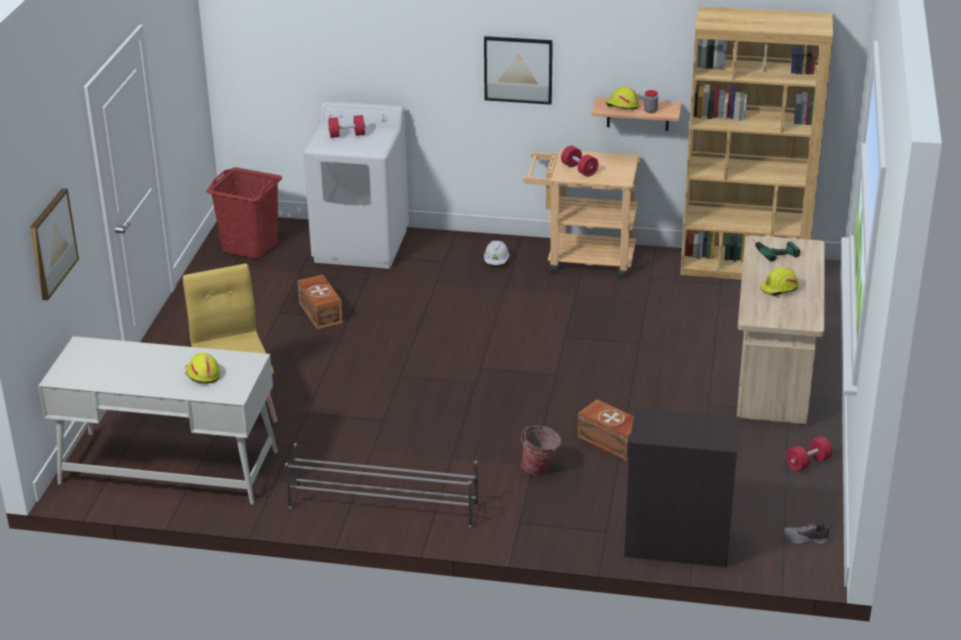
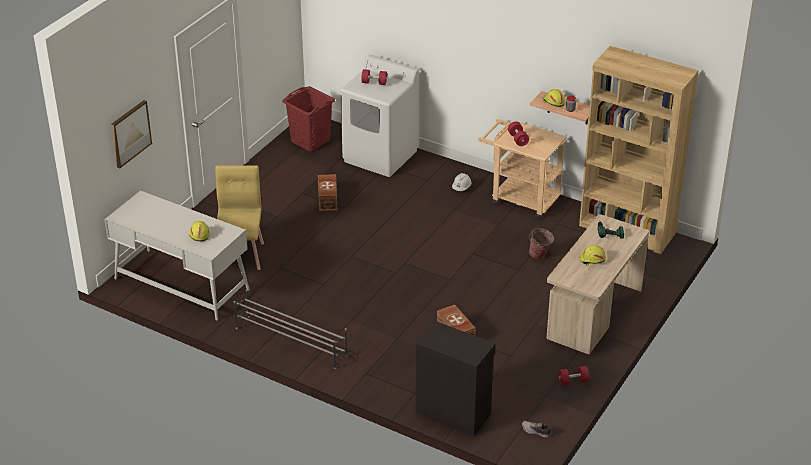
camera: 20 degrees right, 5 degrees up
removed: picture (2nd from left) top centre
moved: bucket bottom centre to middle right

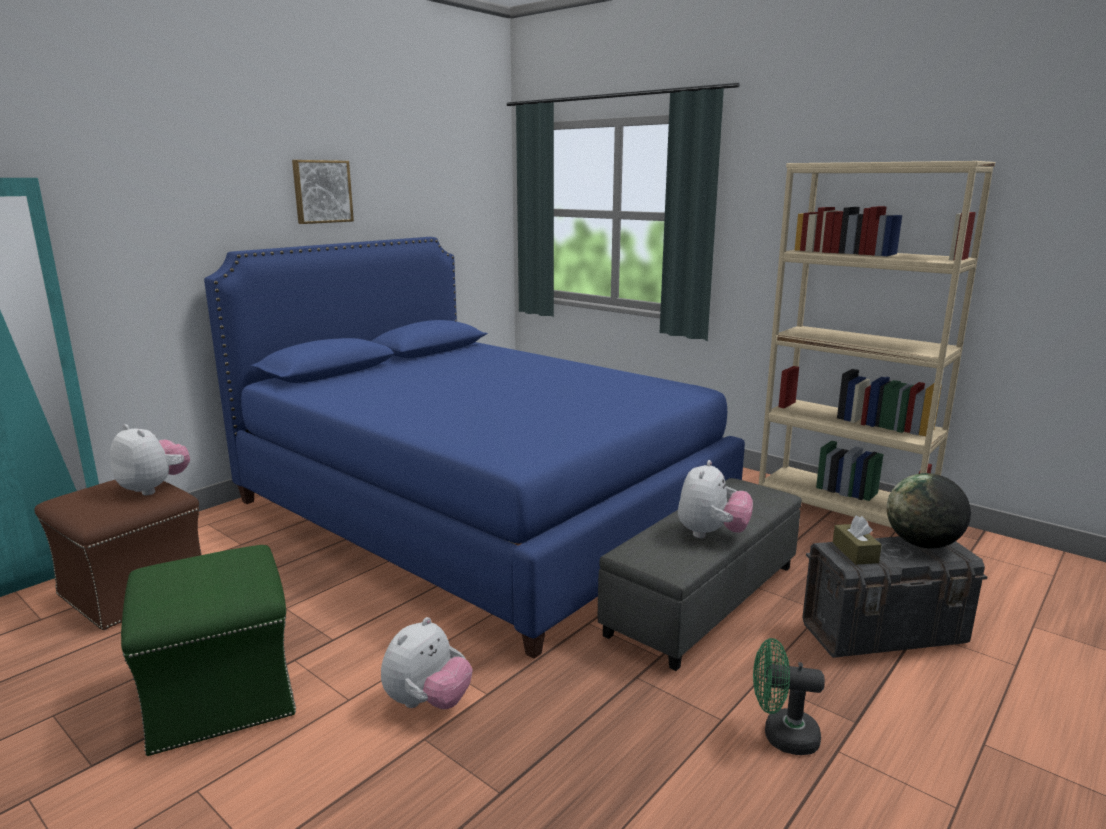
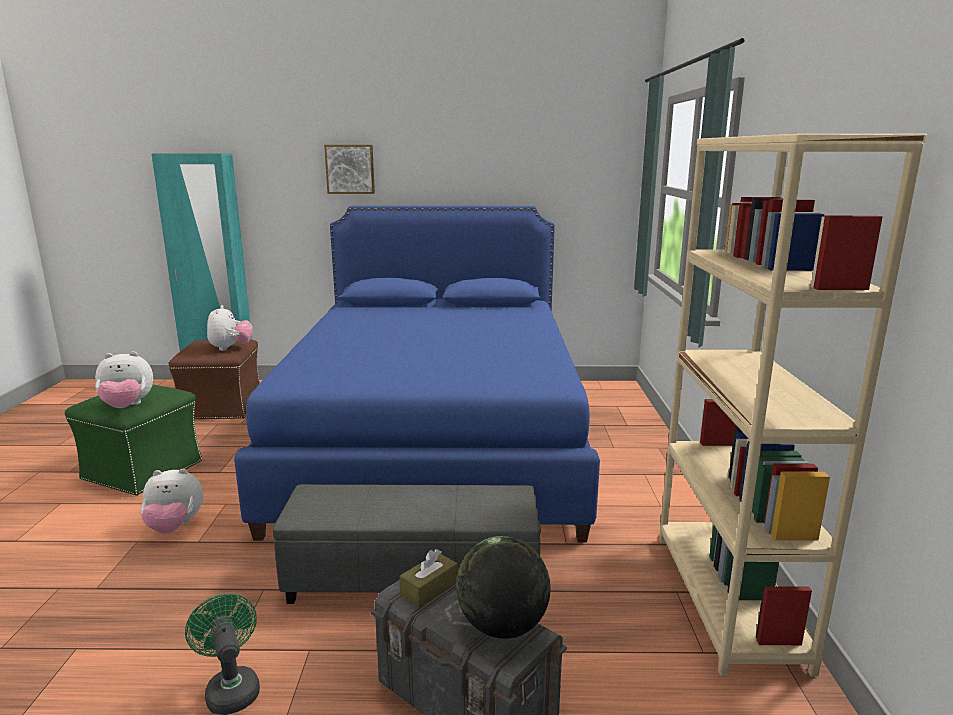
camera: 50 degrees right, 0 degrees up
moved: picture top left to top centre; plush toy (3rd from left in the first image) centre to plush toy (1st from left) middle left

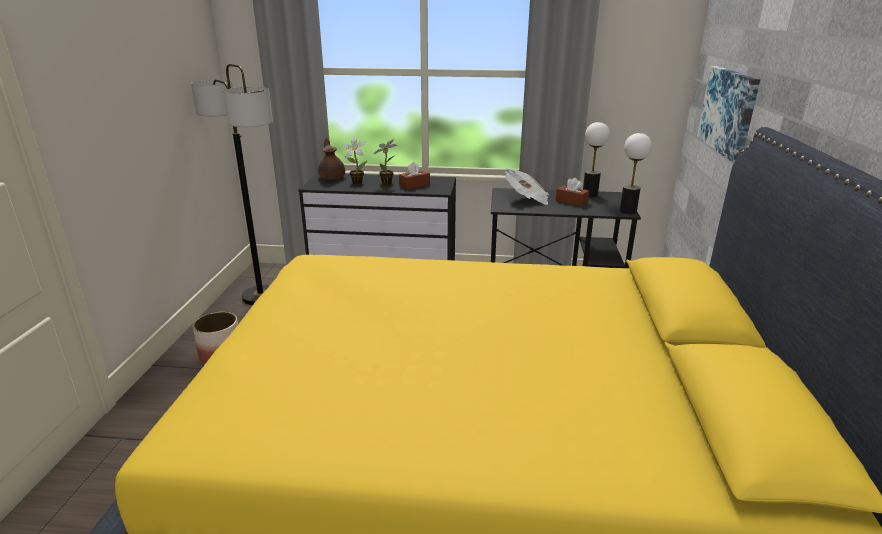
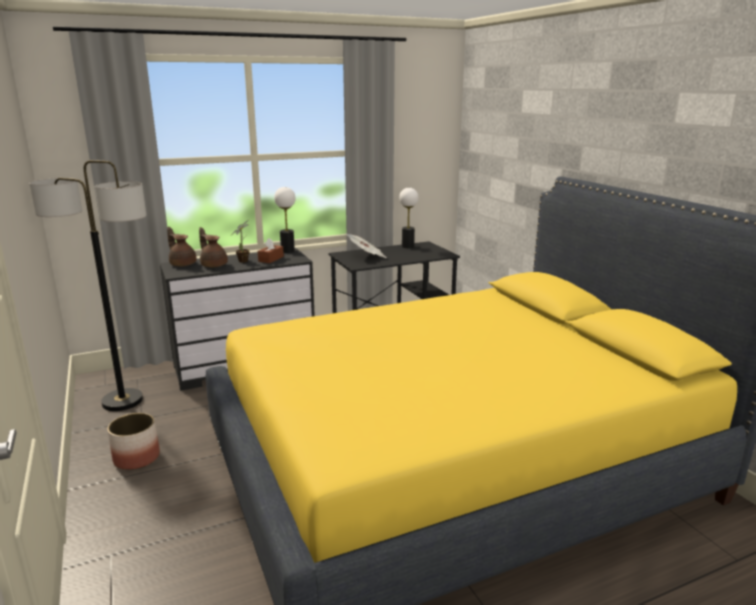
camera: 30 degrees left, 5 degrees down
removed: picture top right; tissue box (brown) (2nd from left) centre
moved: table lamp (2nd from left in the first image) top right to table lamp (1st from left) centre
replaced: potted plant (1st from left) top centre to teapot (brown) (2nd from left) middle left

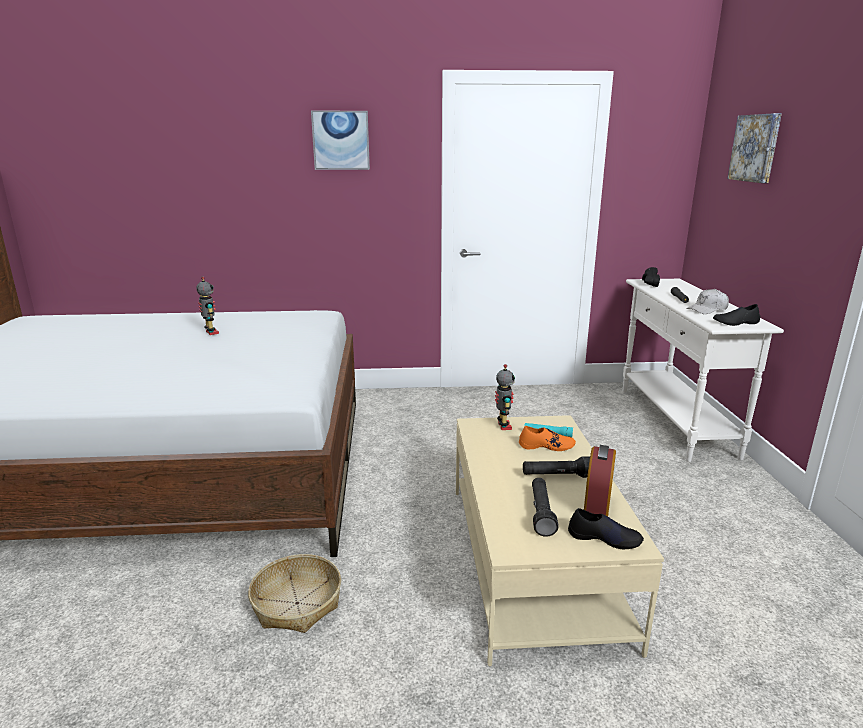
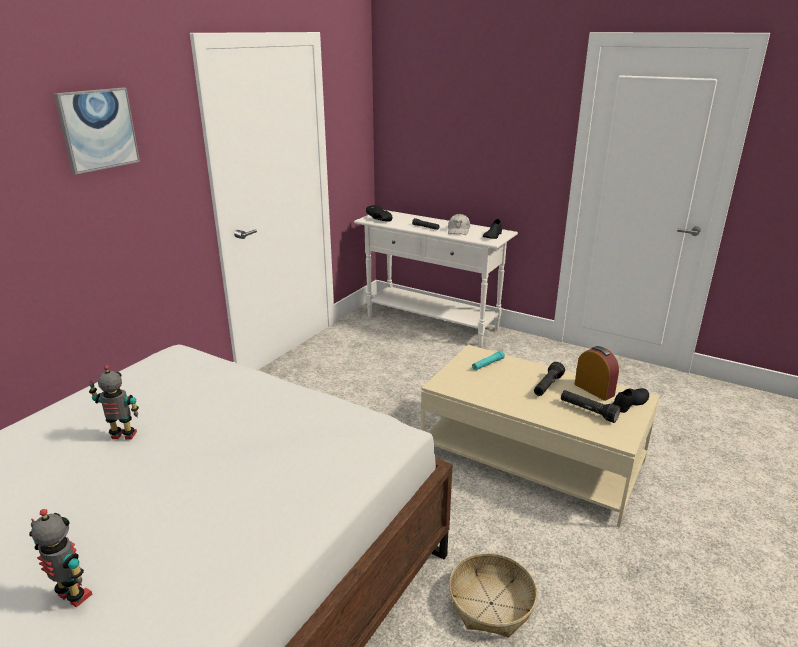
camera: 55 degrees left, 5 degrees up
removed: picture (2nd from left) top right; shoe (orange) centre
moved: toy robot (2nd from left in the first image) centre to toy robot (1st from left) bottom left

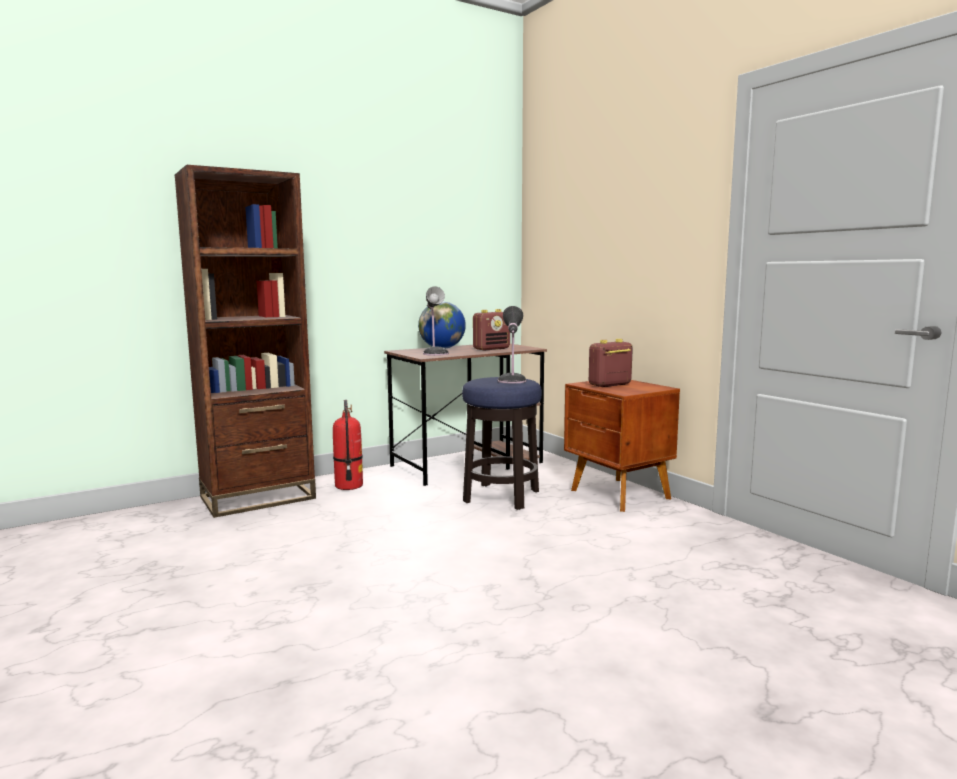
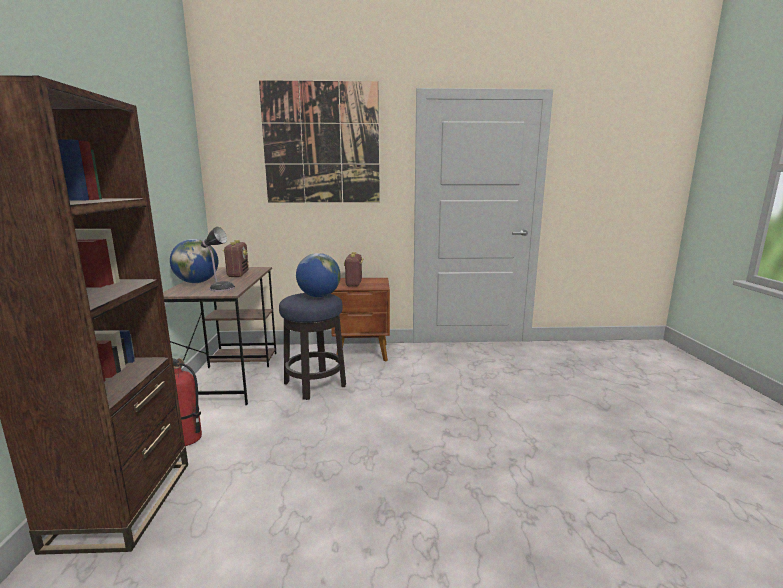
camera: 60 degrees left, 5 degrees up
added: picture top centre
replaced: table lamp (2nd from left) centre to globe (2nd from left) centre

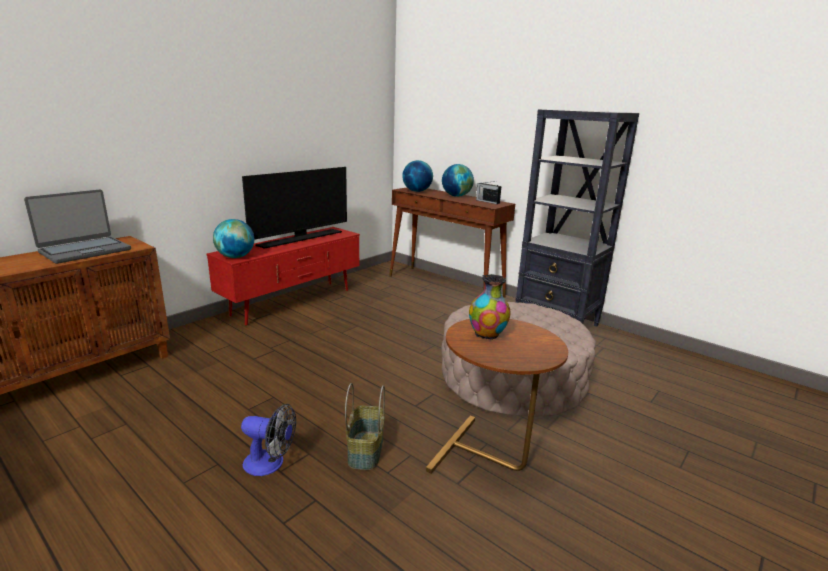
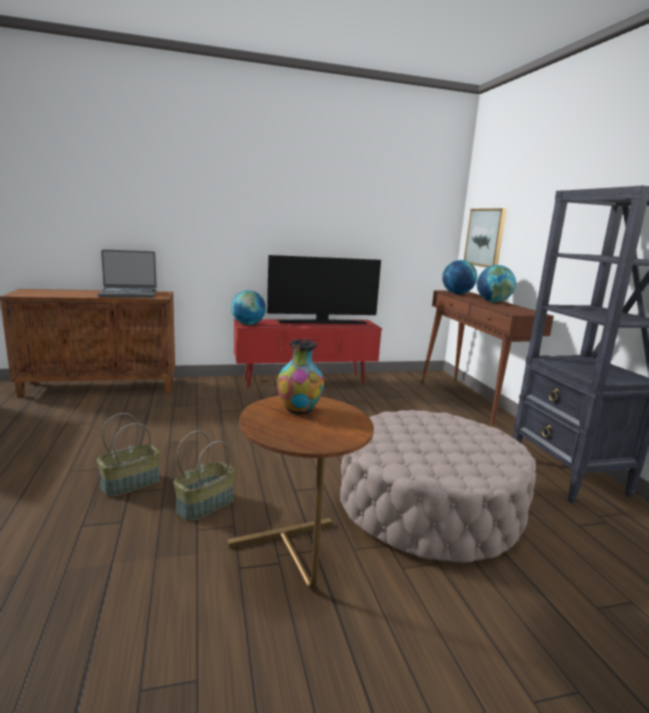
camera: 35 degrees right, 5 degrees down
removed: radio centre
added: picture middle right
replaced: fan bottom left to basket (1st from left) middle left

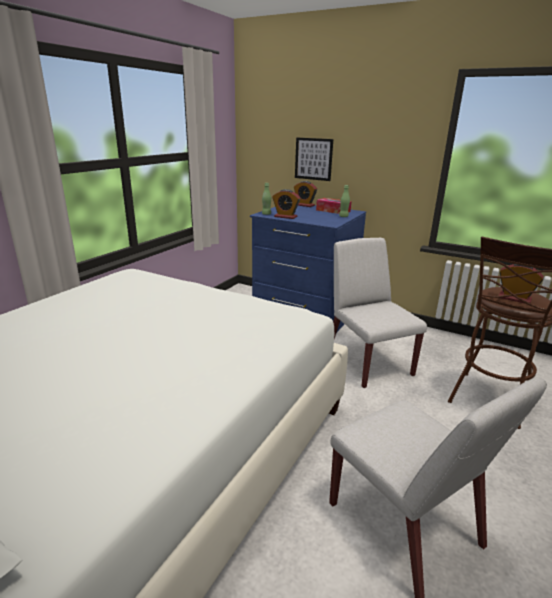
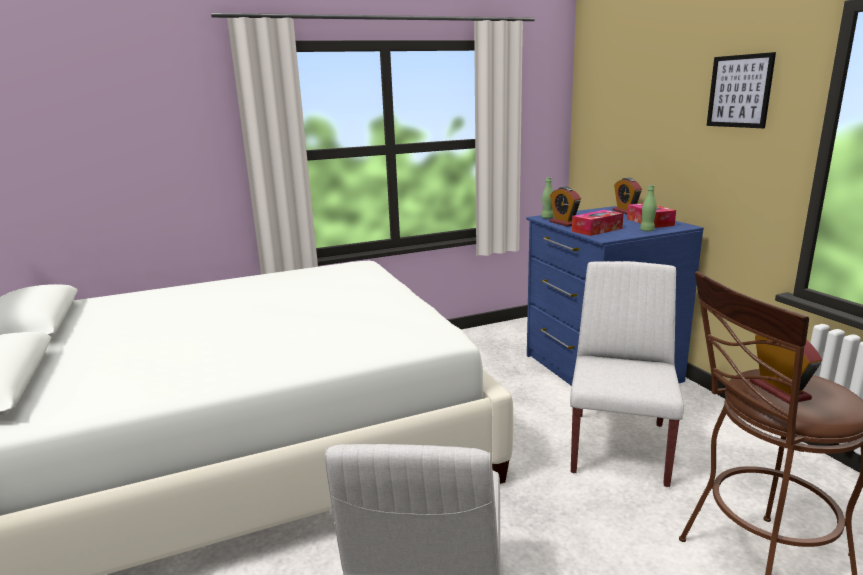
camera: 40 degrees right, 5 degrees down
added: tissue box (1st from left) middle right
moved: picture top centre to top right

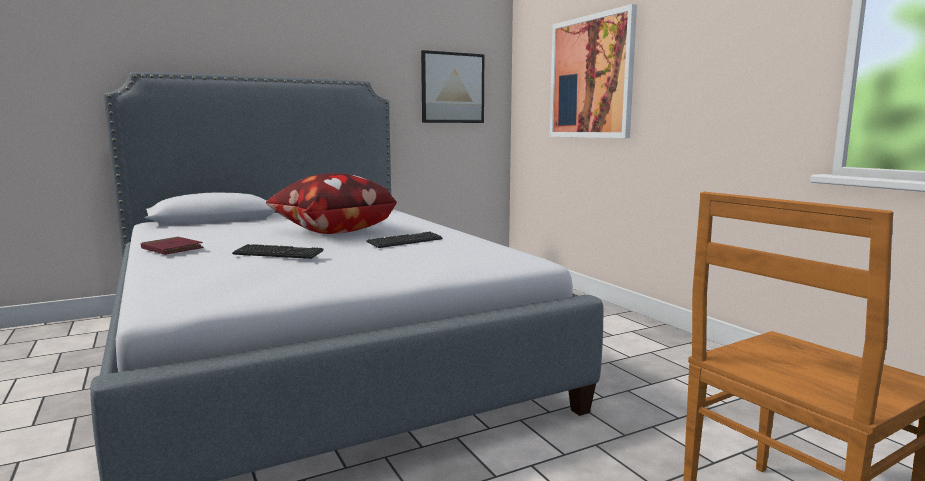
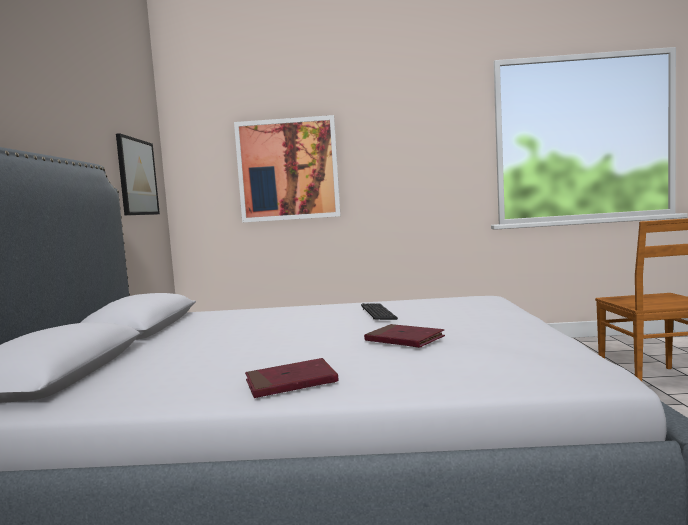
camera: 60 degrees left, 5 degrees down
removed: pillow centre
replaced: keyboard (1st from left) middle left to book (red) (2nd from left) centre

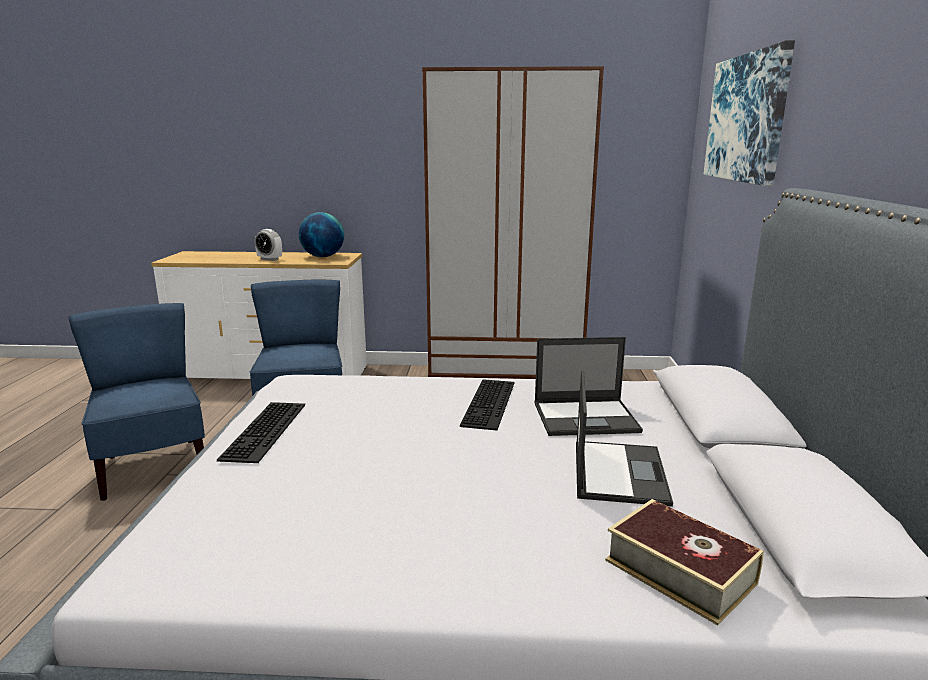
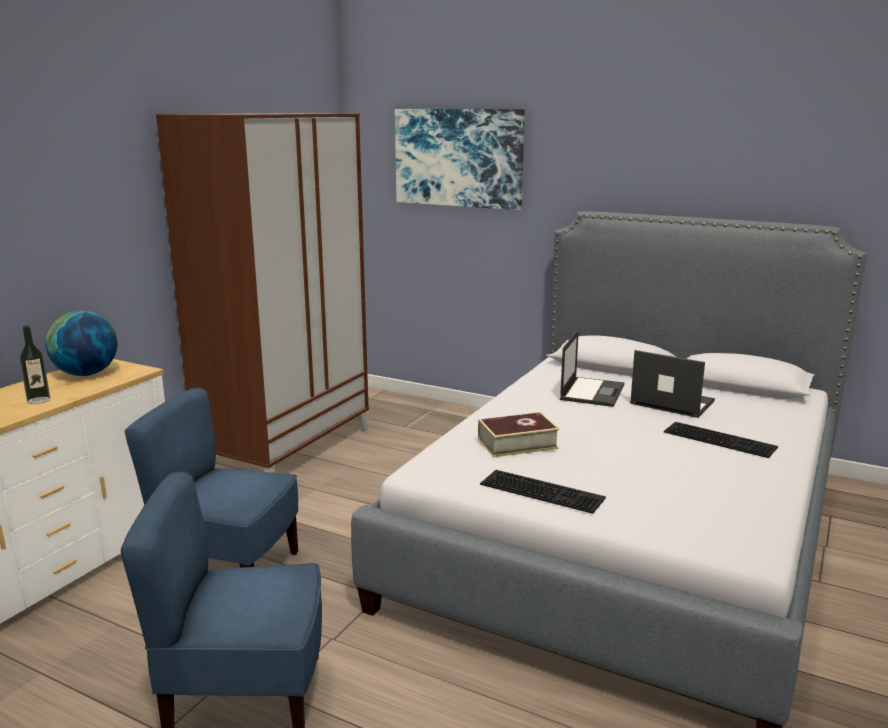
camera: 65 degrees left, 0 degrees up
moved: keyboard (2nd from left) centre to middle right; book bottom right to centre
replaced: alarm clock middle left to bottle middle left

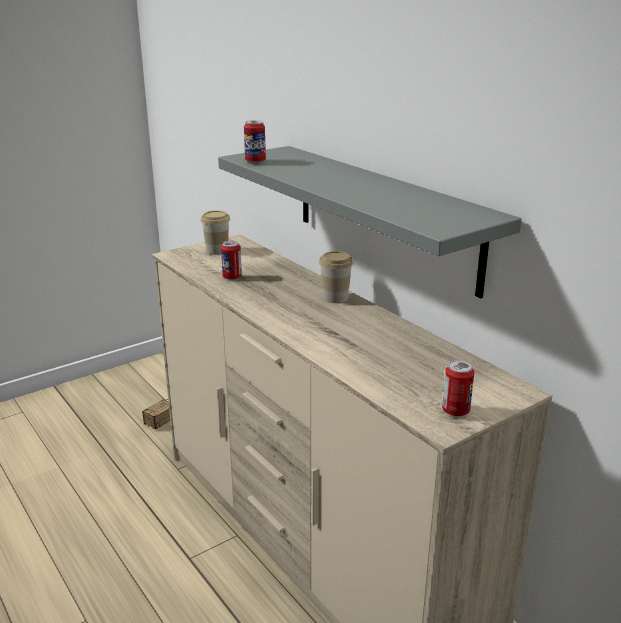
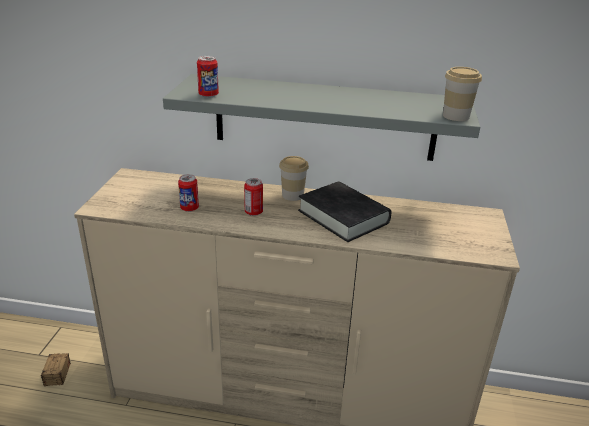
camera: 45 degrees left, 5 degrees up
added: book (black) centre
moved: cup (1st from left in the first image) centre to cup (2nd from left) top right; can (3rd from left) middle right to centre

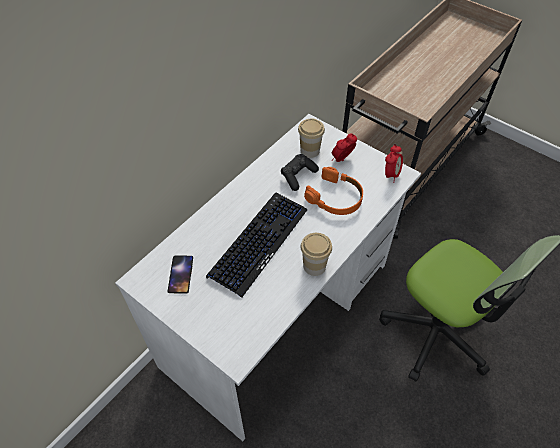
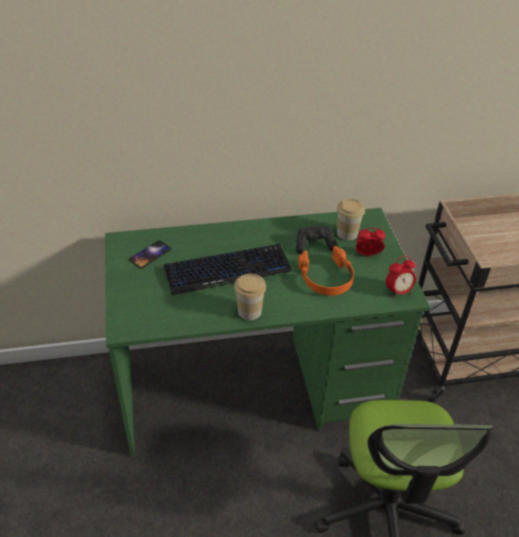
camera: 40 degrees right, 10 degrees down
recoloured: desk (white) centre to desk (green) centre

